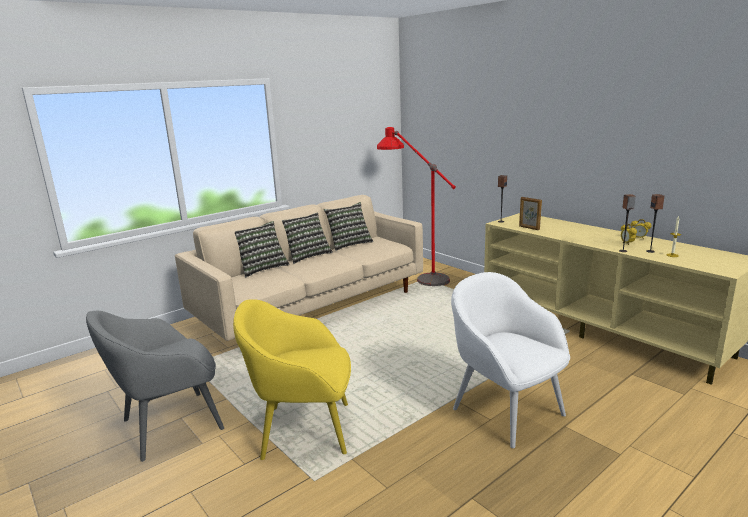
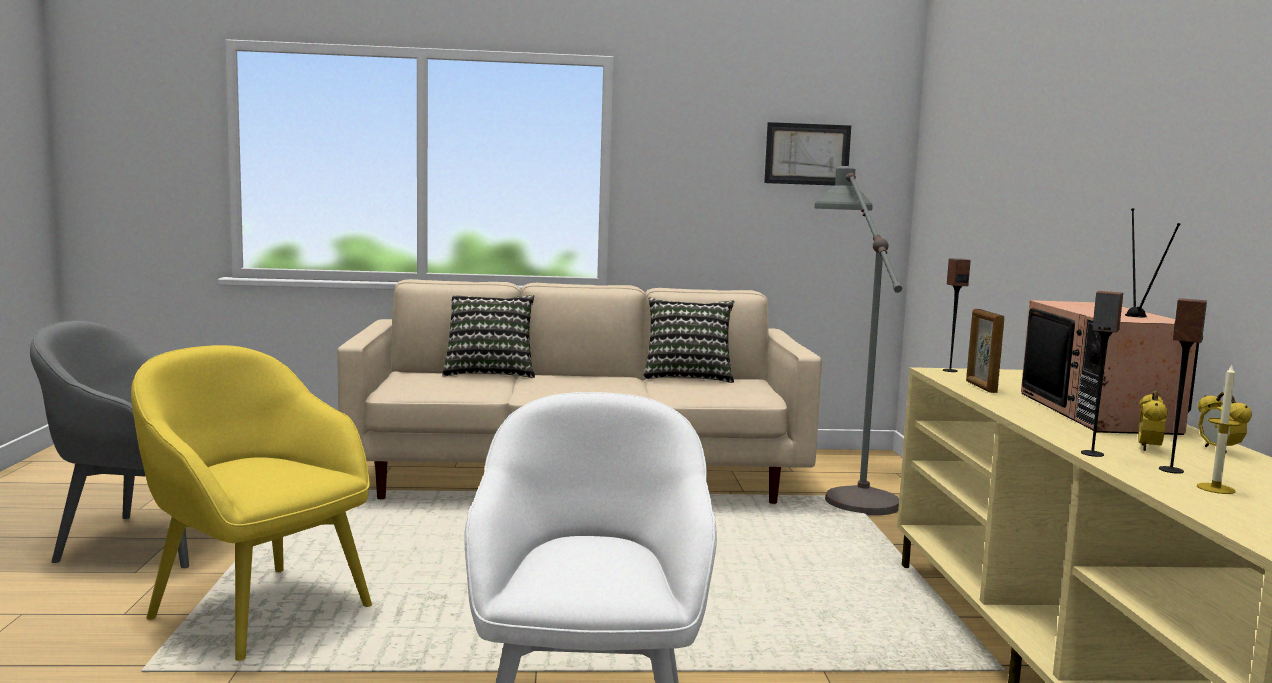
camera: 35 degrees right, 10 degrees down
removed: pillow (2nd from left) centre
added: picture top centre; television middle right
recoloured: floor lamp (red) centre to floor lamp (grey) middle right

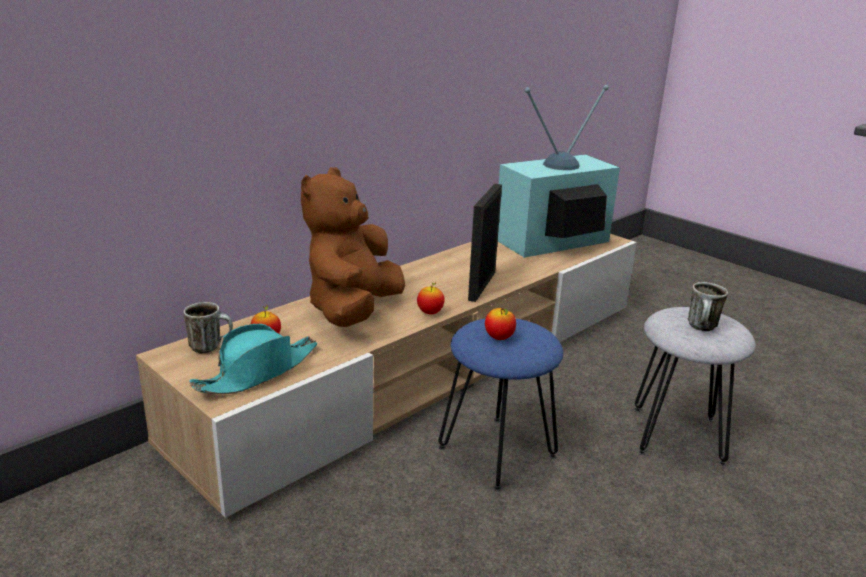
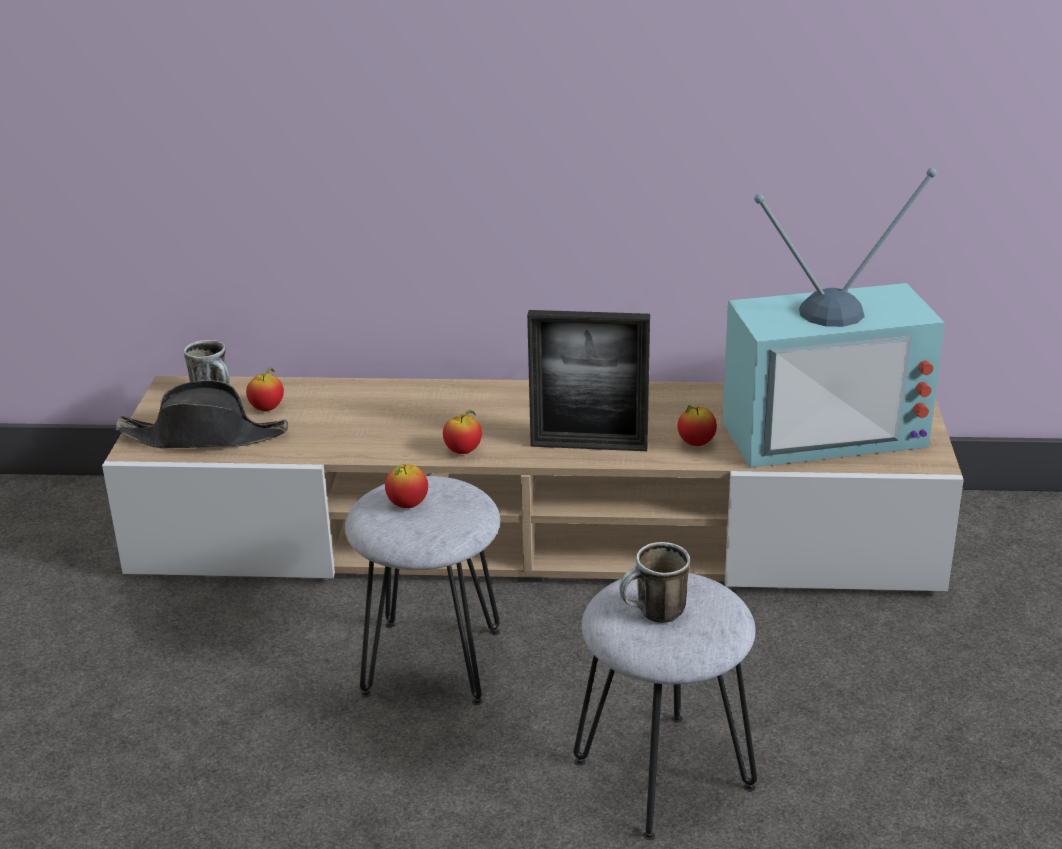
camera: 50 degrees right, 5 degrees up
removed: plush toy (brown) centre
added: apple (4th from left) centre
recoloured: stool (blue) bottom centre to stool (grey) (1st from left) bottom centre; hat (turquoise) middle left to hat (black) middle left
turned: television top centre = middle right 150 degrees clockwise; picture frame centre = centre 150 degrees counterclockwise

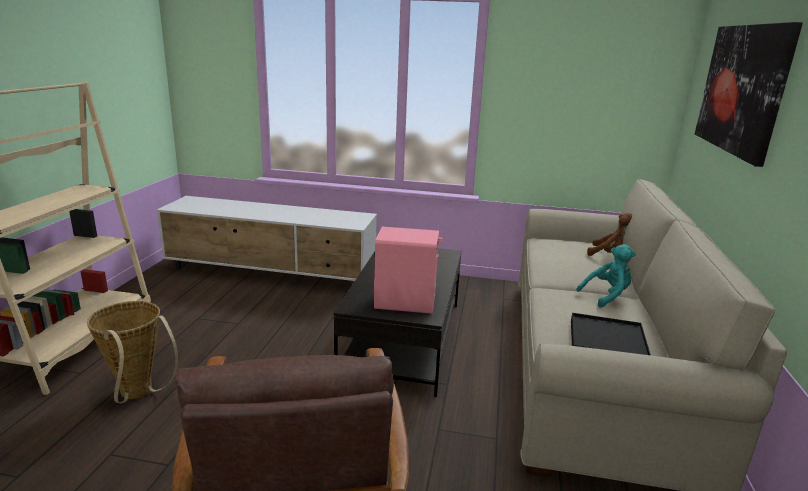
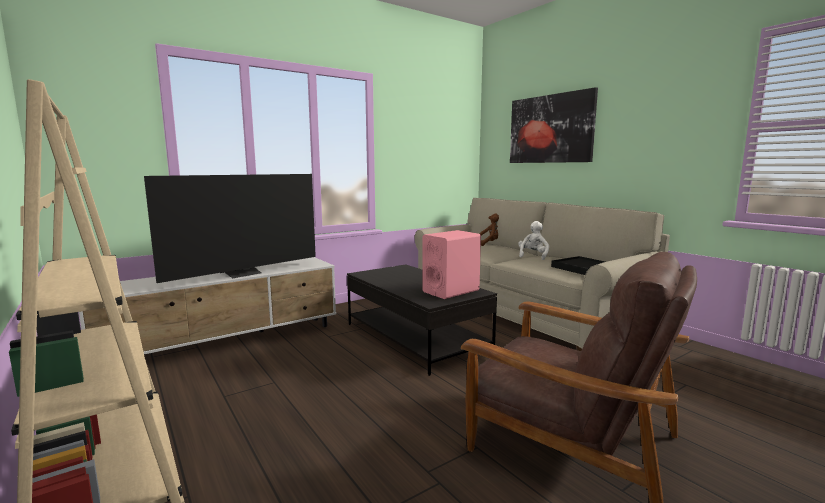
camera: 45 degrees left, 10 degrees down
removed: basket bottom left
added: television middle left
recoloured: plush toy (turquoise) middle right to plush toy (white) centre

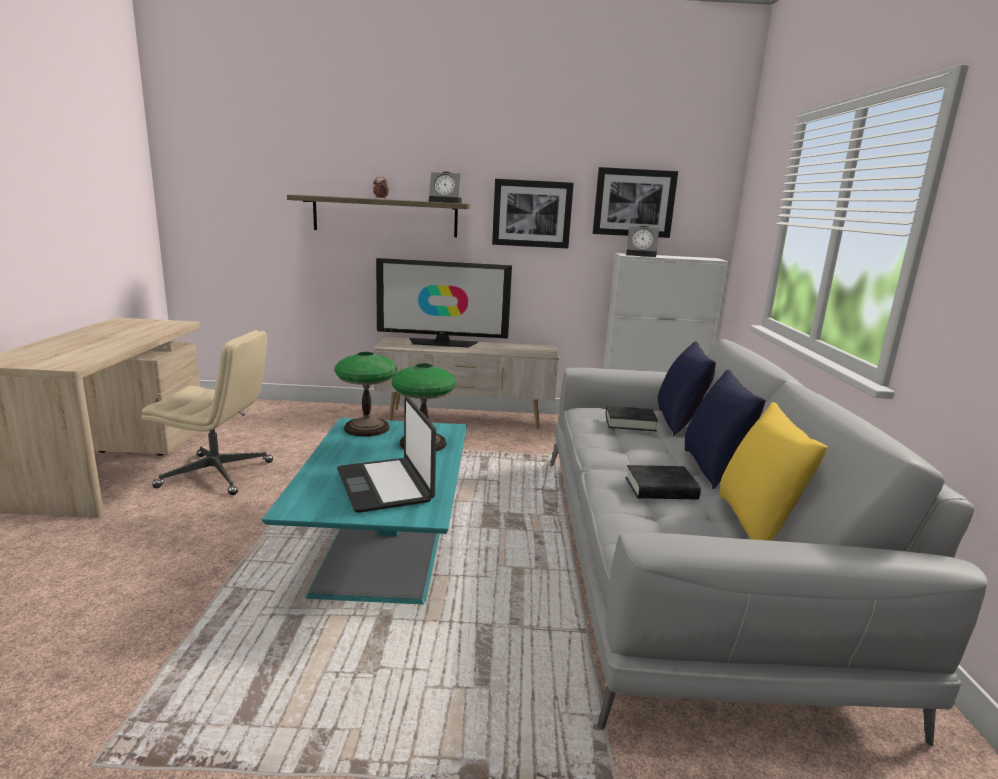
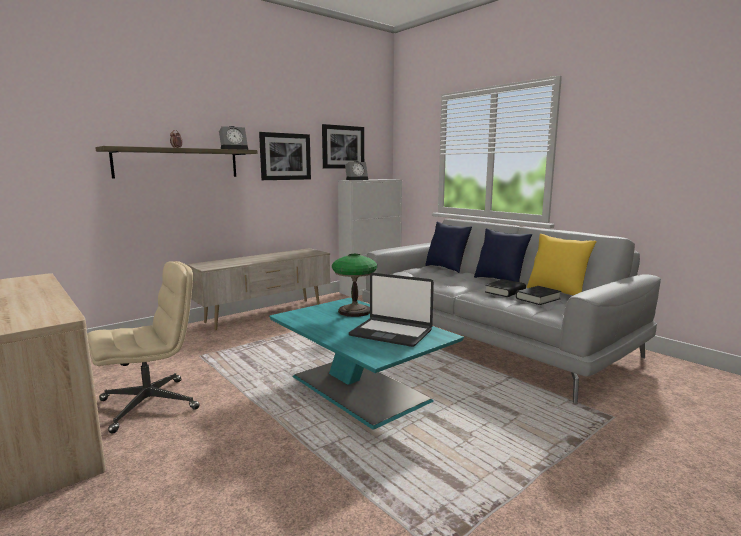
camera: 40 degrees left, 5 degrees down
removed: television centre; table lamp (1st from left) centre
moved: book (black) (1st from left in the first image) centre to book (black) (2nd from left) middle right

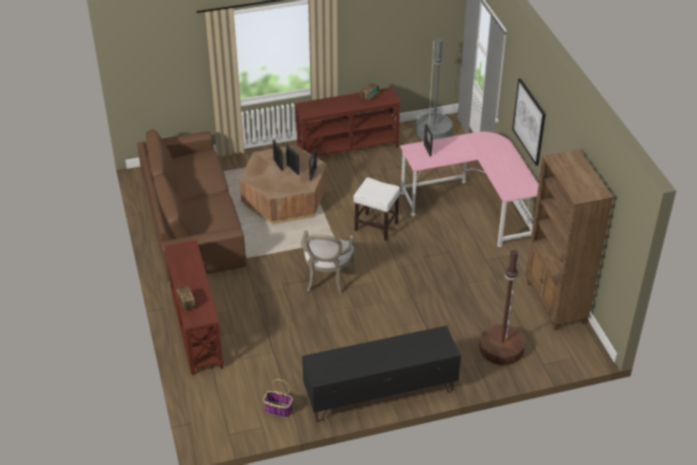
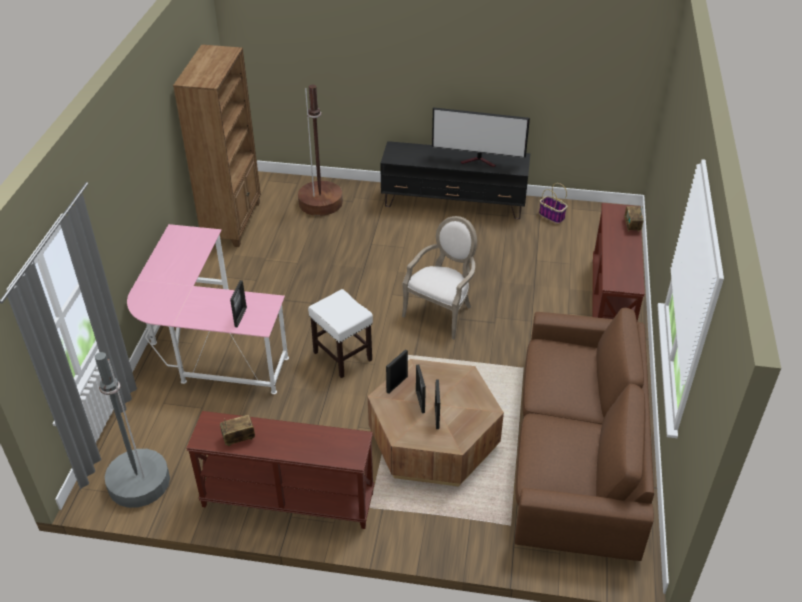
camera: 155 degrees left, 0 degrees up
removed: picture top right
added: television top centre

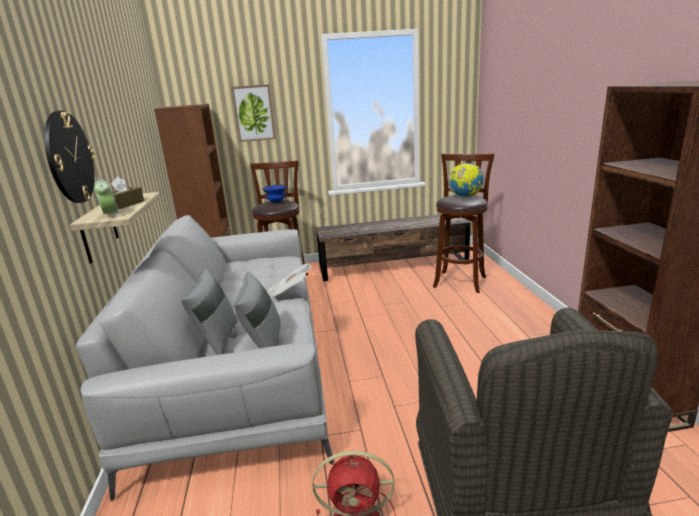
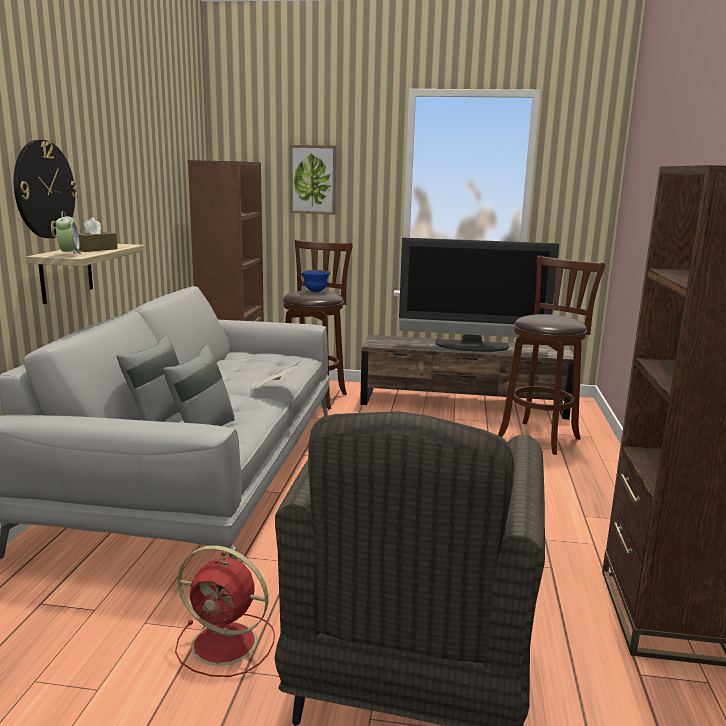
camera: 15 degrees right, 5 degrees down
removed: globe centre
added: television centre

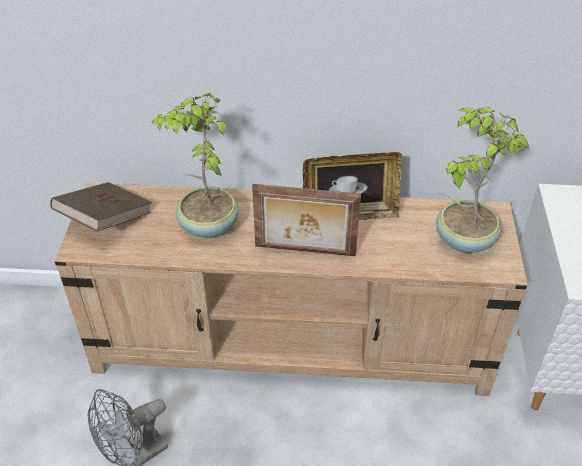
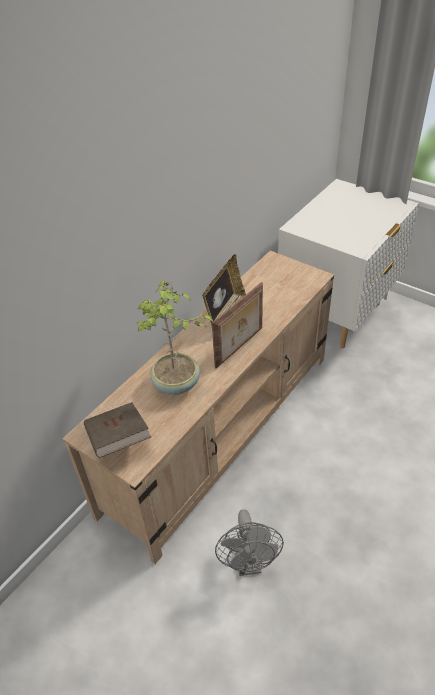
camera: 55 degrees left, 0 degrees up
removed: potted plant (2nd from left) middle right

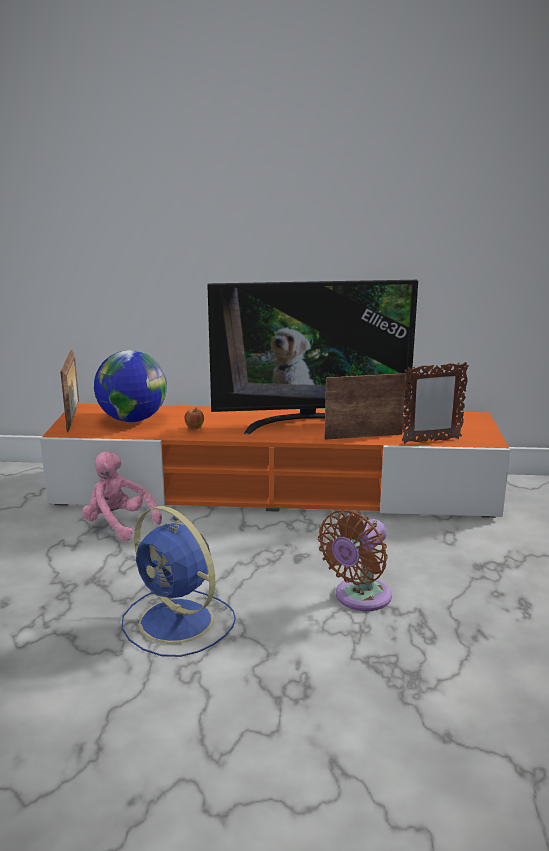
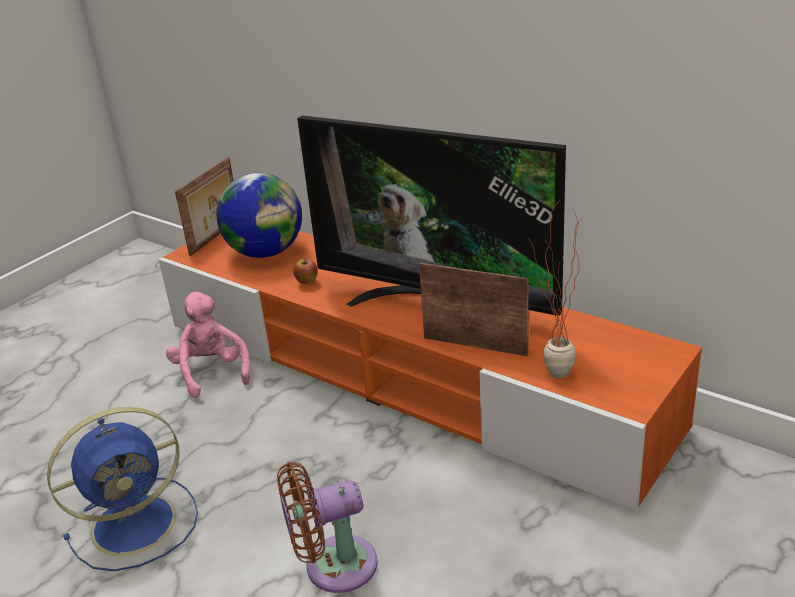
camera: 35 degrees right, 10 degrees up
replaced: picture frame (3rd from left) middle right to potted plant middle right
turned: fan (blue) bottom left = bottom left 105 degrees counterclockwise

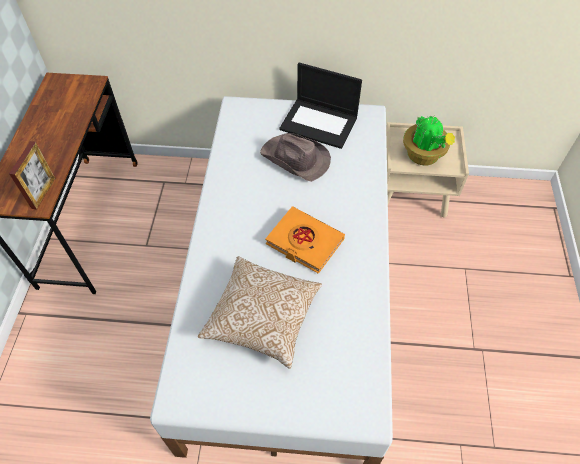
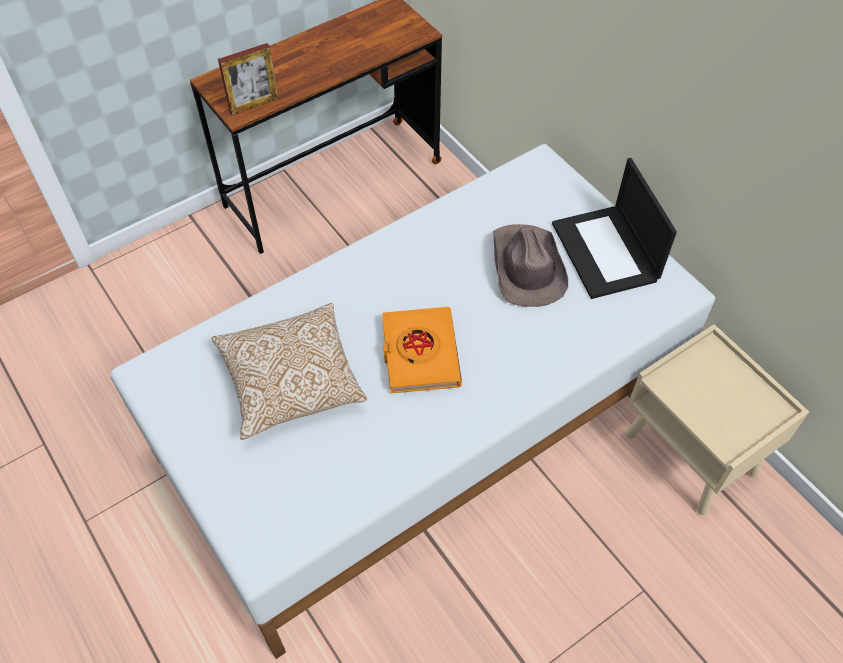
camera: 50 degrees right, 0 degrees up
removed: potted plant top right

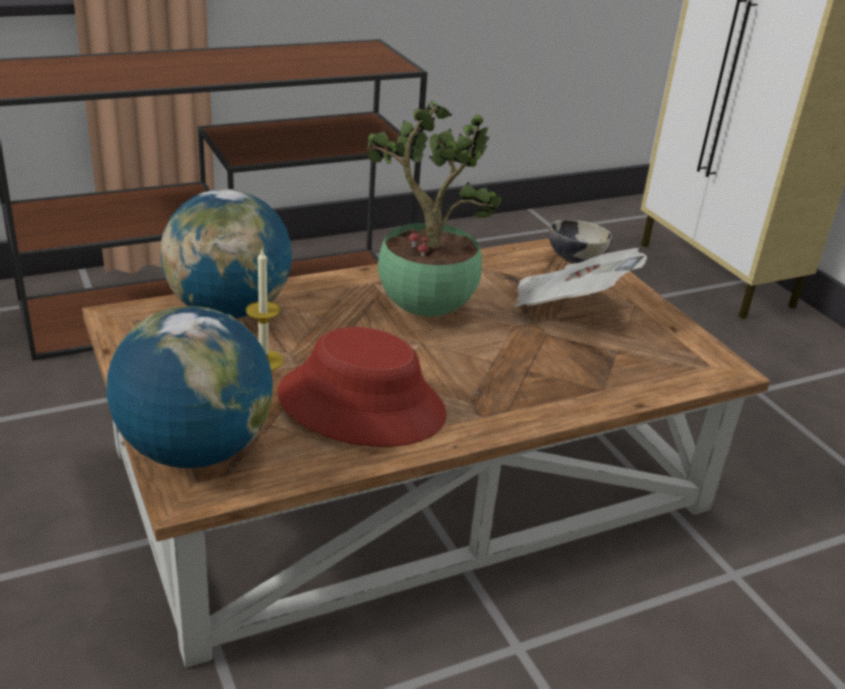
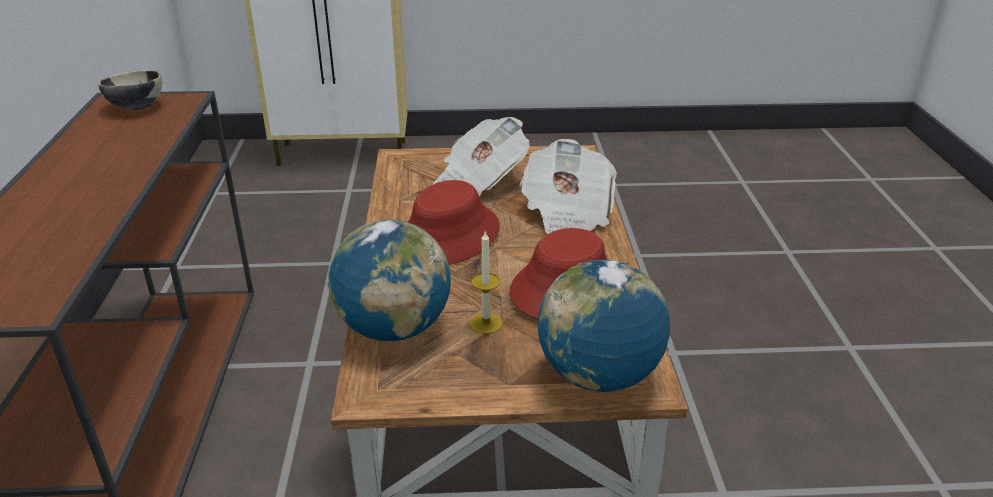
camera: 65 degrees left, 0 degrees up
added: newspaper (2nd from left) centre
moved: bowl middle right to top left
replaced: potted plant top centre to hat (red) (1st from left) centre

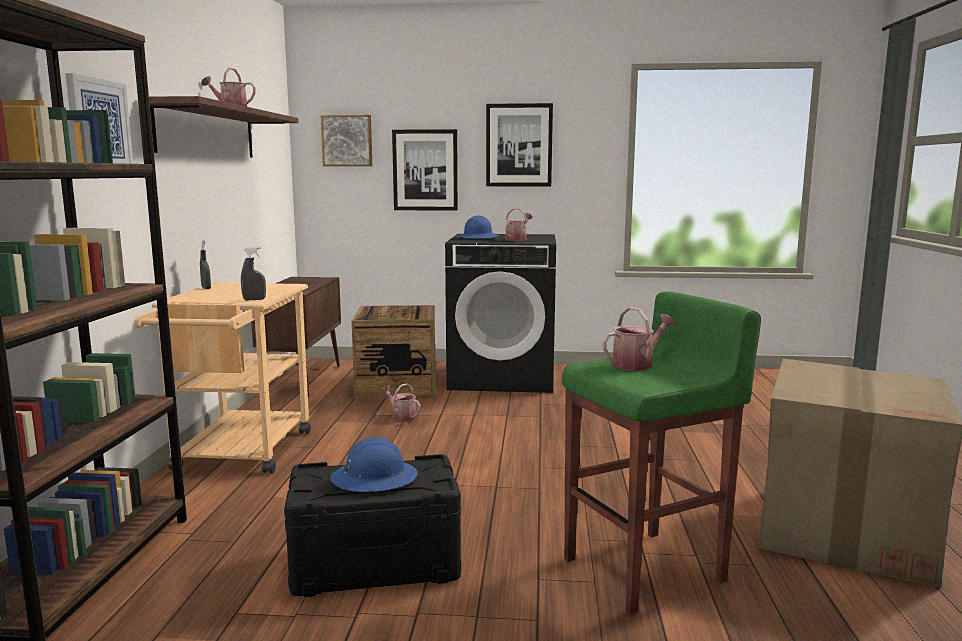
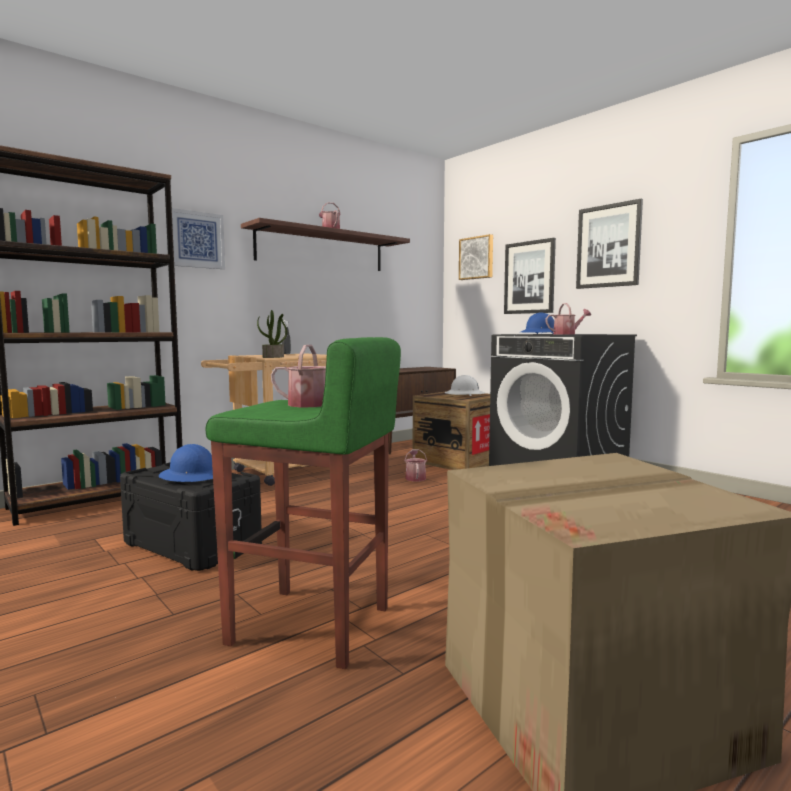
camera: 45 degrees right, 5 degrees down
added: hard hat (white) centre
replaced: spray bottle (grey) (2nd from left) middle left to potted plant centre

